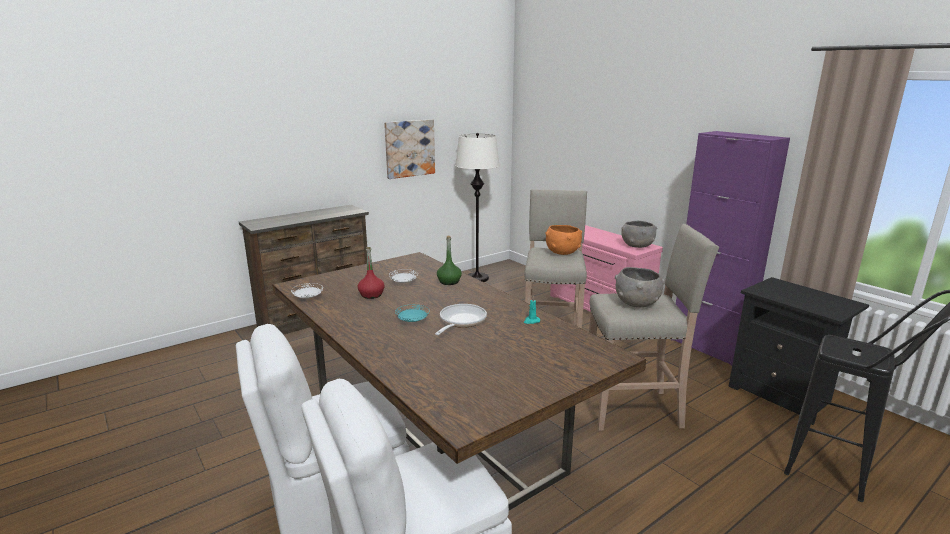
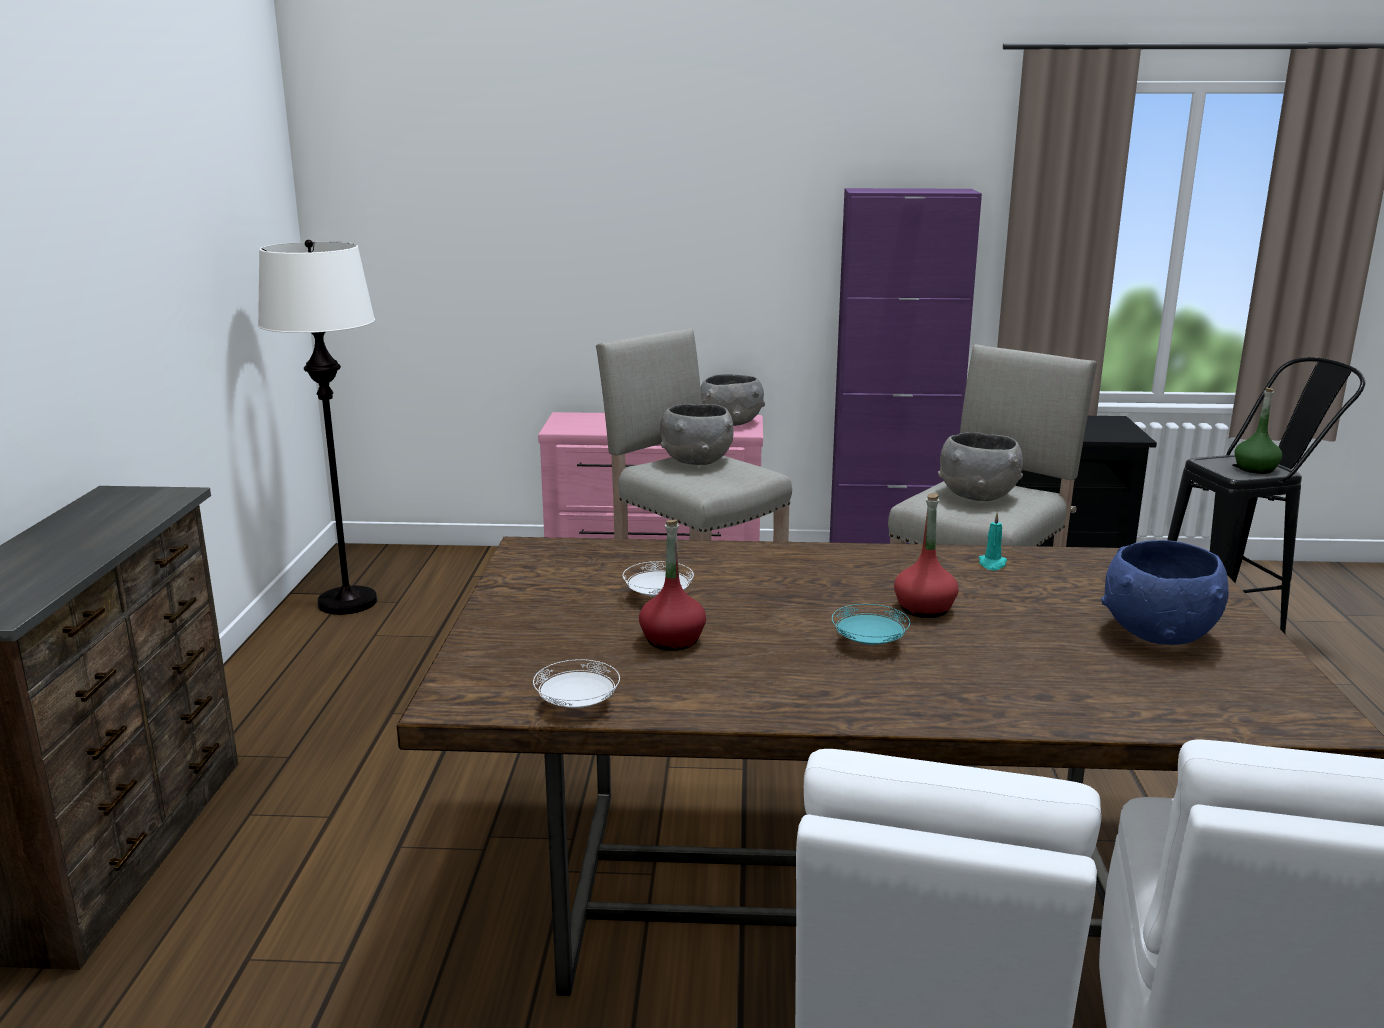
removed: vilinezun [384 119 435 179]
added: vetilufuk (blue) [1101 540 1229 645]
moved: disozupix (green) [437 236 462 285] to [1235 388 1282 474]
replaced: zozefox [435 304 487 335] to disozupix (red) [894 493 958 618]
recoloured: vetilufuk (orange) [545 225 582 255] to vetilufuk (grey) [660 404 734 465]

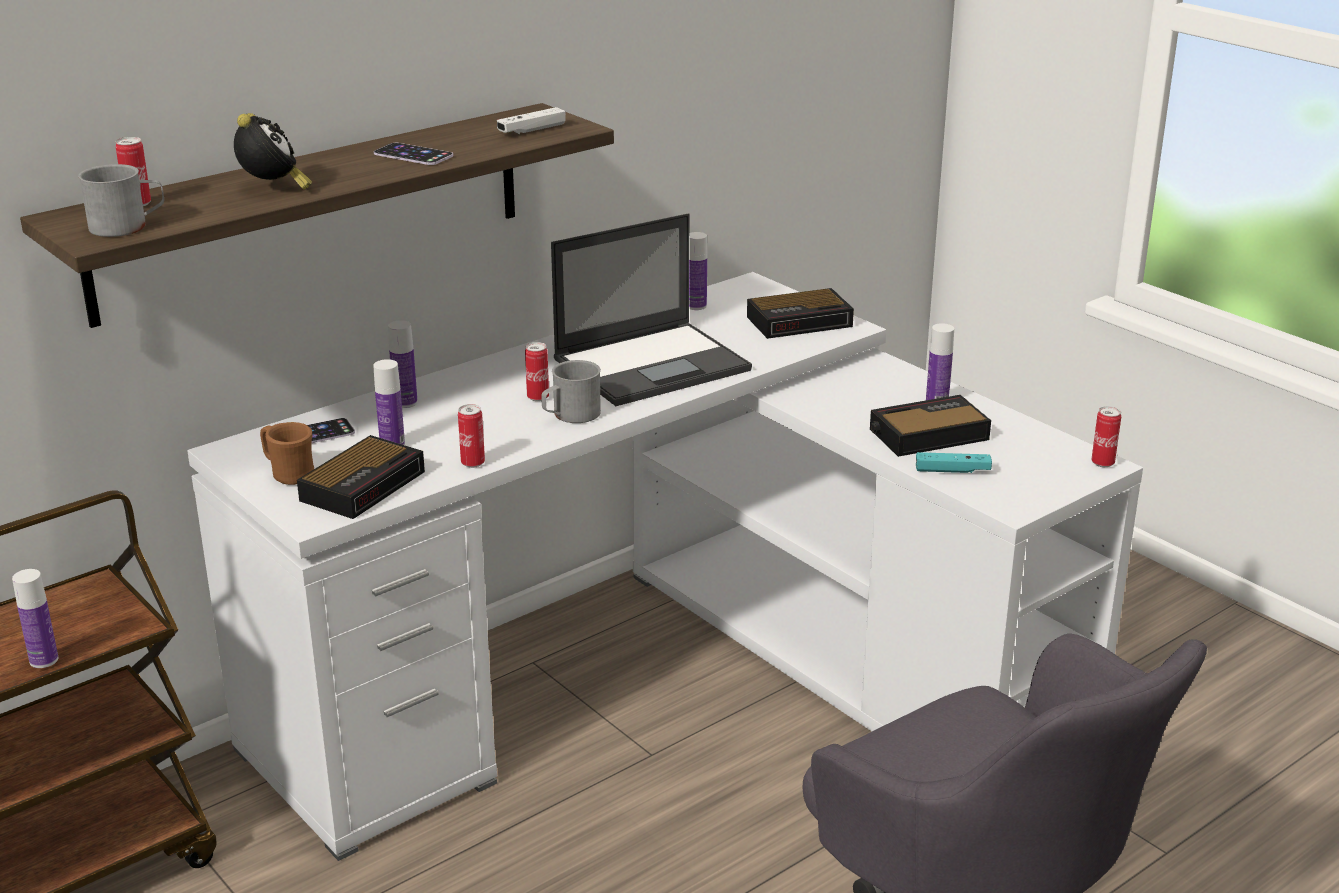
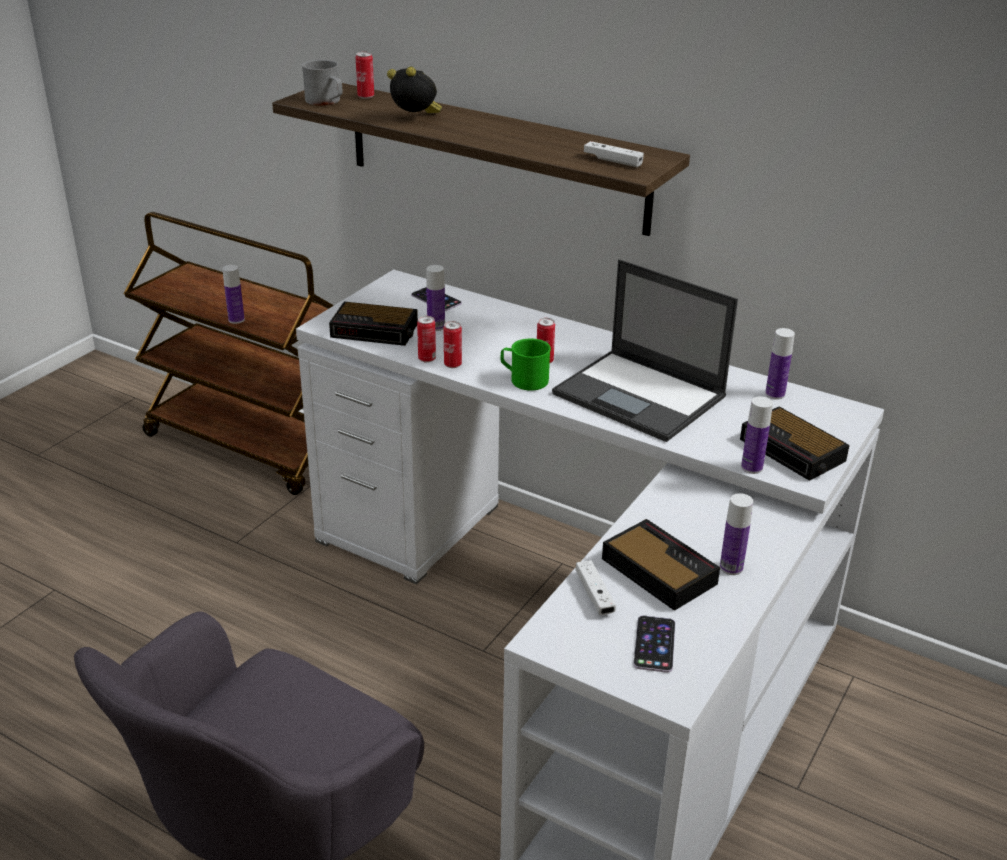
removed: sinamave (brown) [260 422 314 485]
moved: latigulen [374 143 453 165] to [633 615 675 673]; disozupix [388 320 418 408] to [741 396 773 474]; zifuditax [1091 406 1121 467] to [444 321 462 368]
recoloured: sinamave (grey) [541 360 601 423] to sinamave (green) [501 339 551 391]; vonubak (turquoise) [916 452 992 473] to vonubak (white) [576 560 616 615]
turned: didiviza [234 113 312 190] = [387 67 442 113] 120 degrees counterclockwise

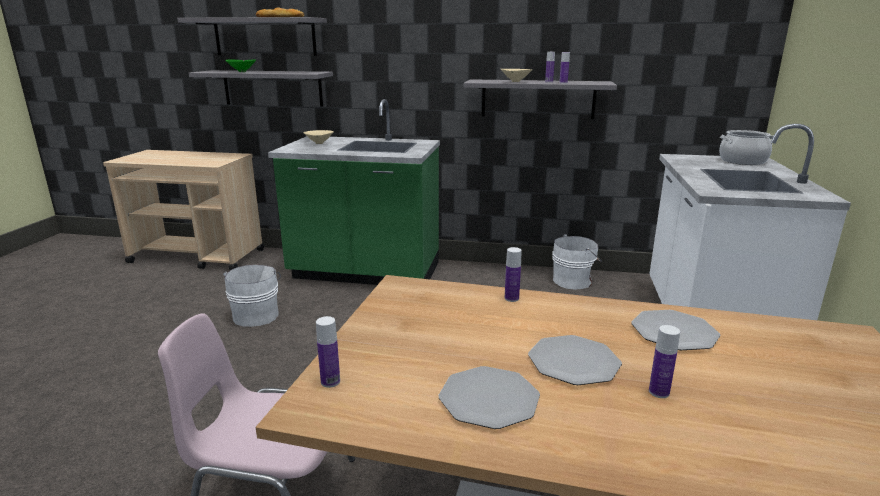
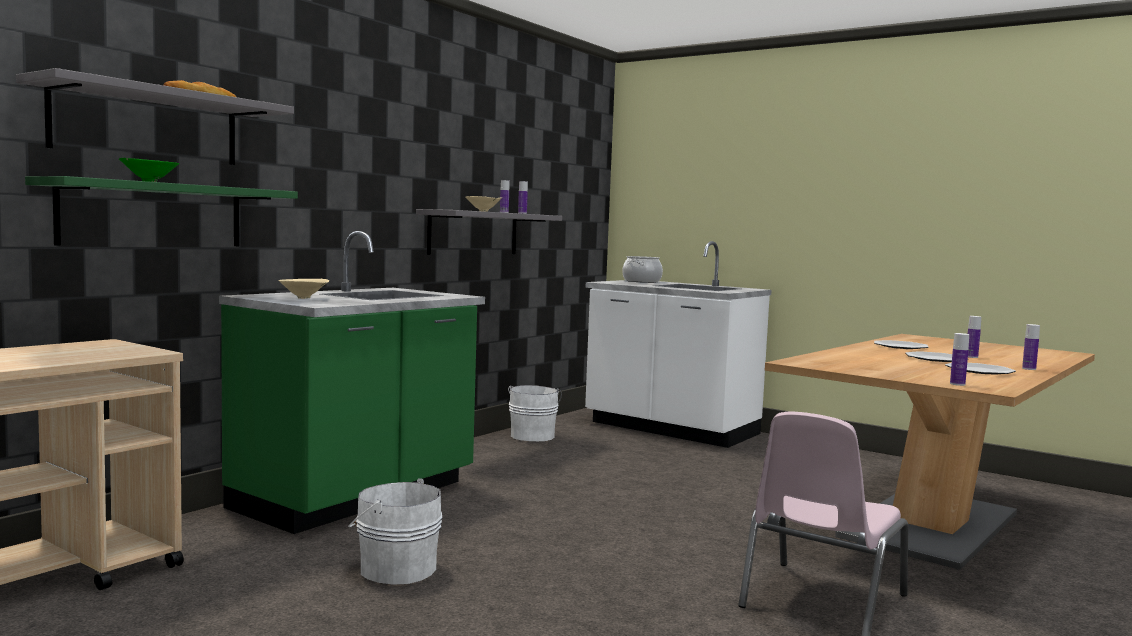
moved: disozupix [505 247 522 302] to [1022 324 1040 370]
recoloured: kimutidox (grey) [189 70 333 107] to kimutidox (green) [25 176 298 246]

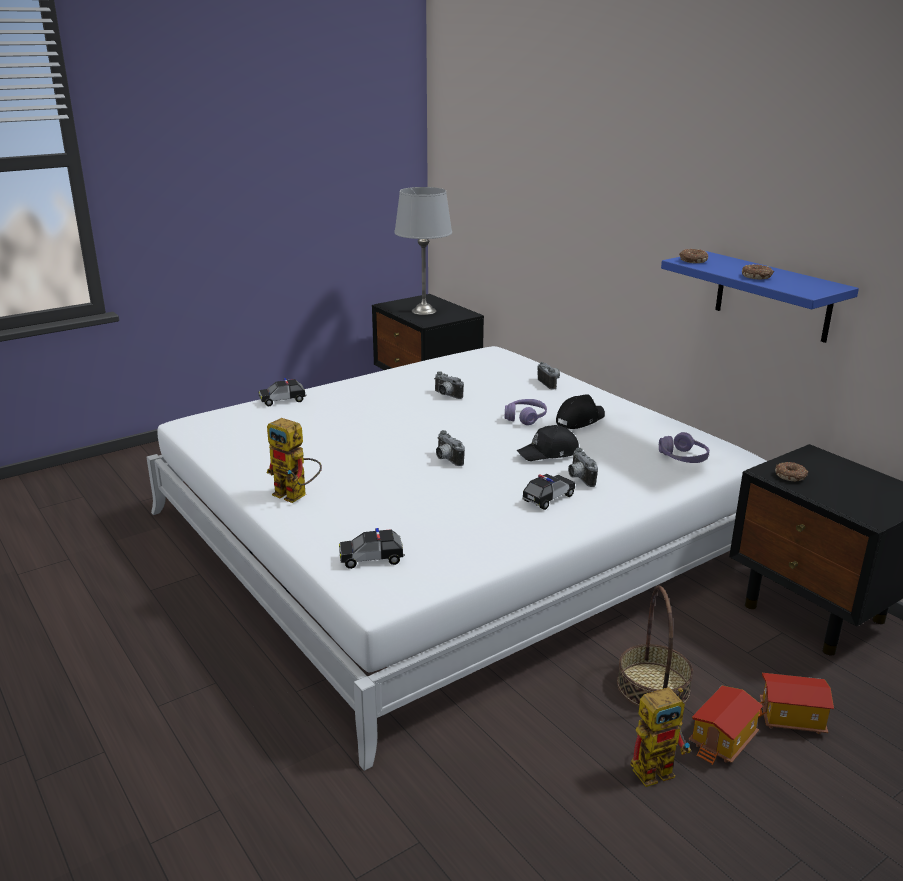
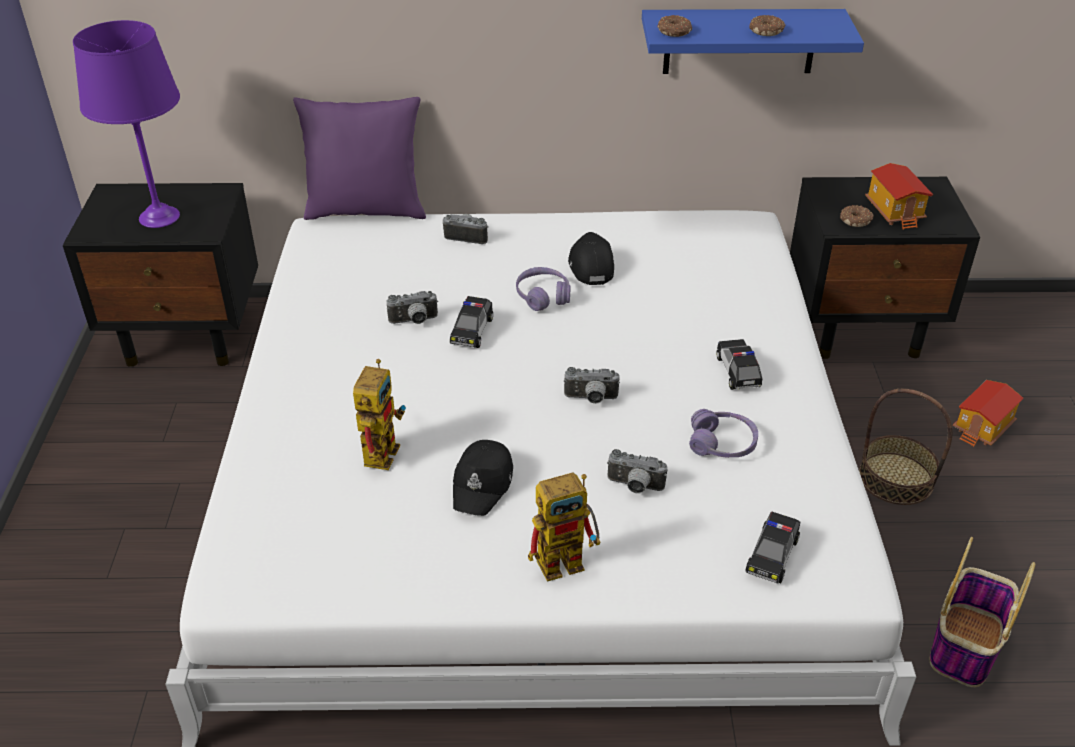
added: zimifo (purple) [293 97 426 220]; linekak [930 537 1036 687]
moved: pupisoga [258 378 307 406] to [450 296 493 348]; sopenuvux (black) [516 425 579 461] to [453 440 513 516]; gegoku [568 448 598 487] to [607 449 668 494]; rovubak [630 687 691 787] to [353 359 406 470]; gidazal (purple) [659 432 709 463] to [689 409 758 458]; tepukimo [689 686 763 765] to [865 163 933 230]
recoloured: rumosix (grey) [394 187 452 315] to rumosix (purple) [73 20 180 228]

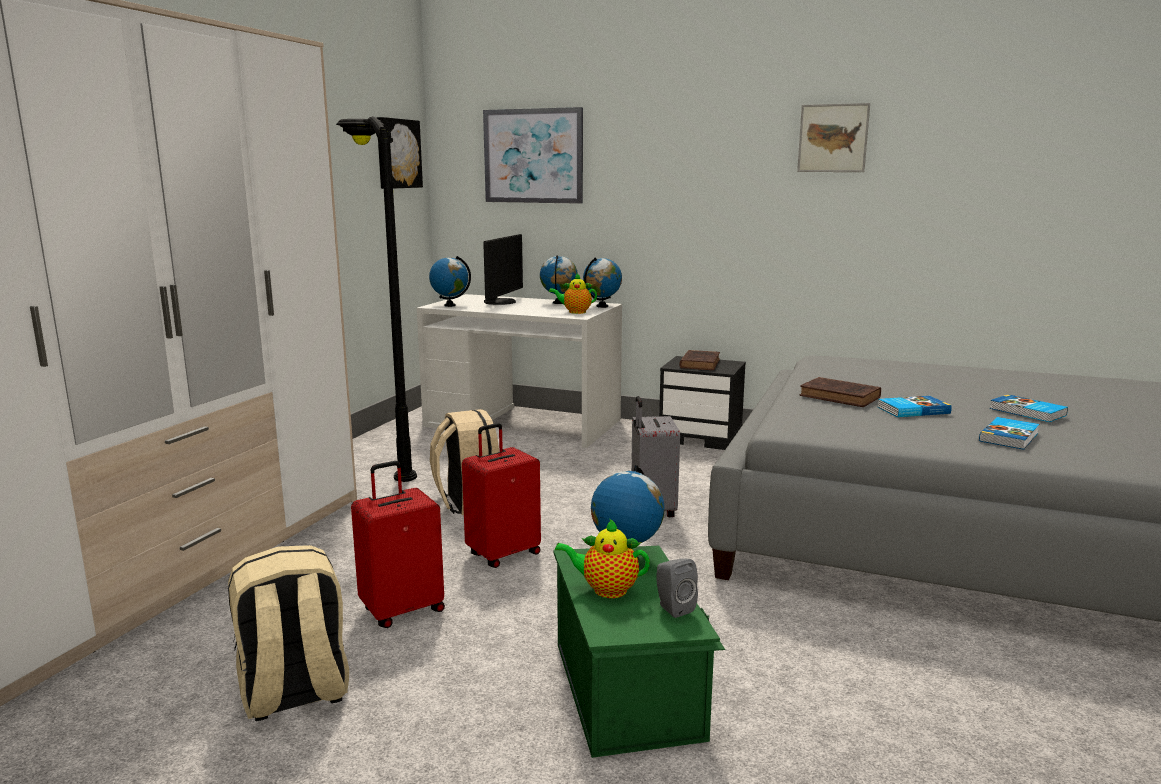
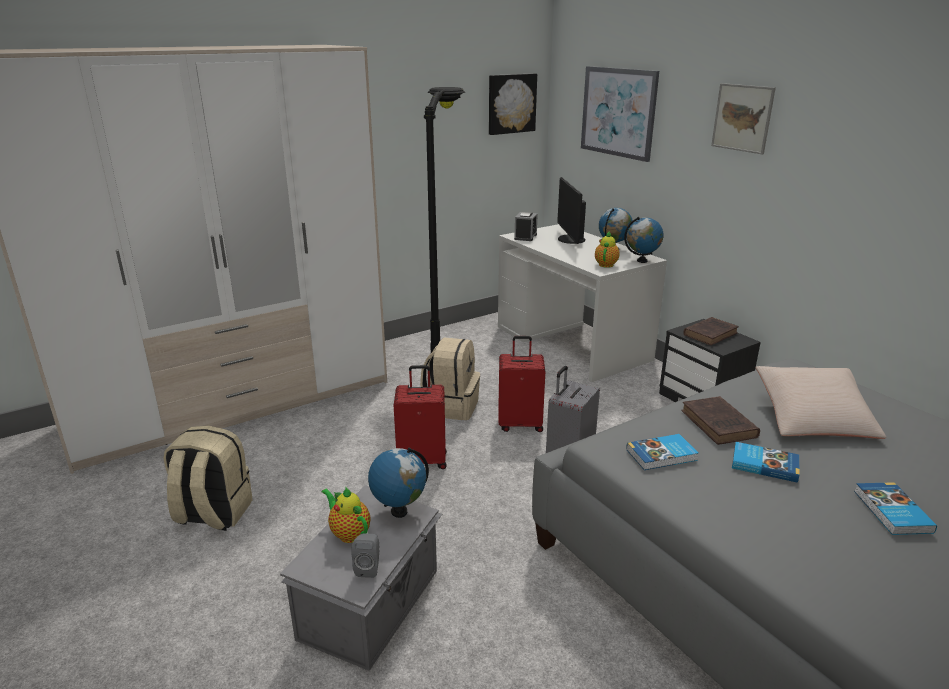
added: zimifo (beige) [755 366 886 439]
moved: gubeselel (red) [351 461 445 628] to [498 336 546 432]; vilinezun [797 103 870 172] to [711 83 776 154]; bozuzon [979 417 1039 450] to [626 434 699 470]
replaced: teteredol [429 256 471 307] to didiviza [514 212 538 241]
recoloured: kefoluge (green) [553 545 725 758] to kefoluge (grey) [280 485 442 671]
turned: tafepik [483 234 523 305] = [557 177 586 244] 120 degrees clockwise; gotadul [549 273 597 314] = [595 231 620 268] 75 degrees clockwise

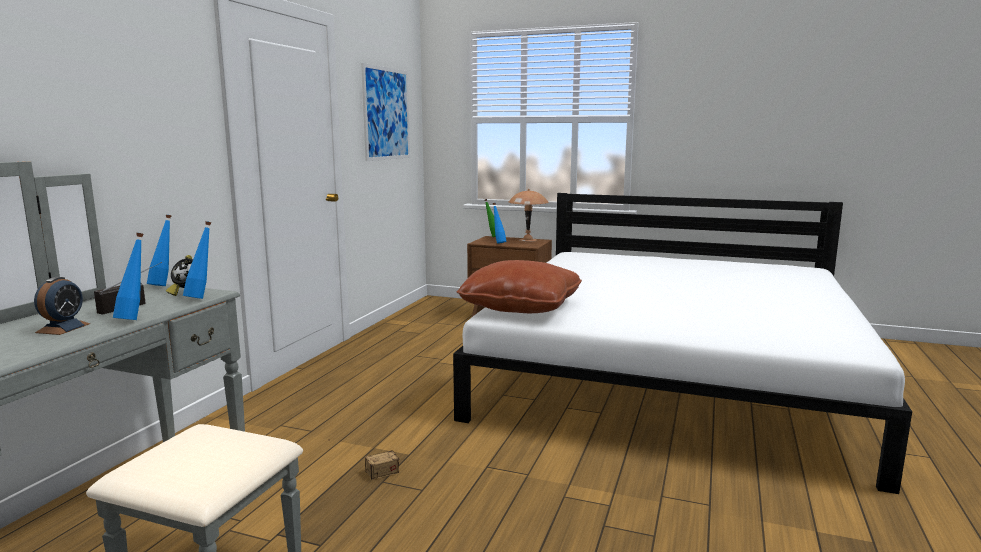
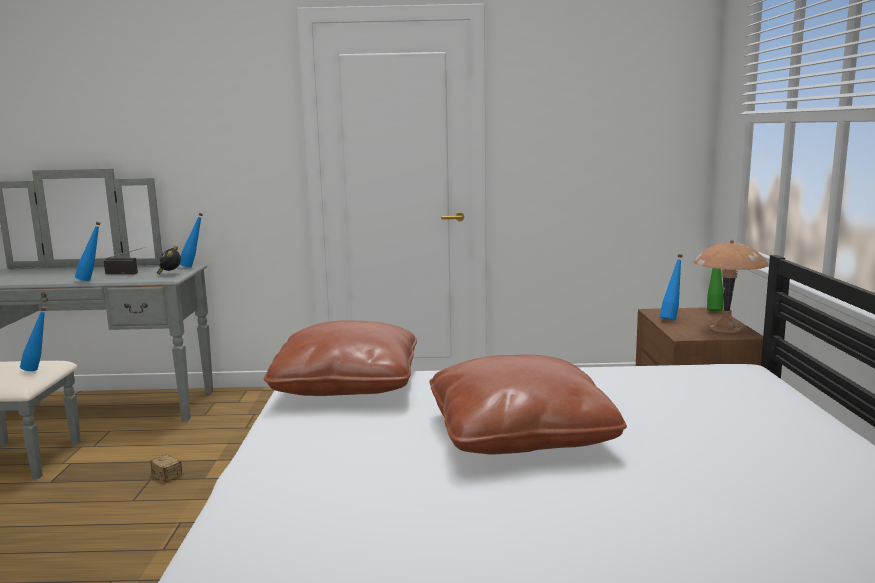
removed: didiviza [34 277 90 335]; vilinezun [361 63 410 161]
added: zimifo (brown) [429 355 627 455]
moved: disozupix (blue) [183 221 211 299] to [20 306 46 371]

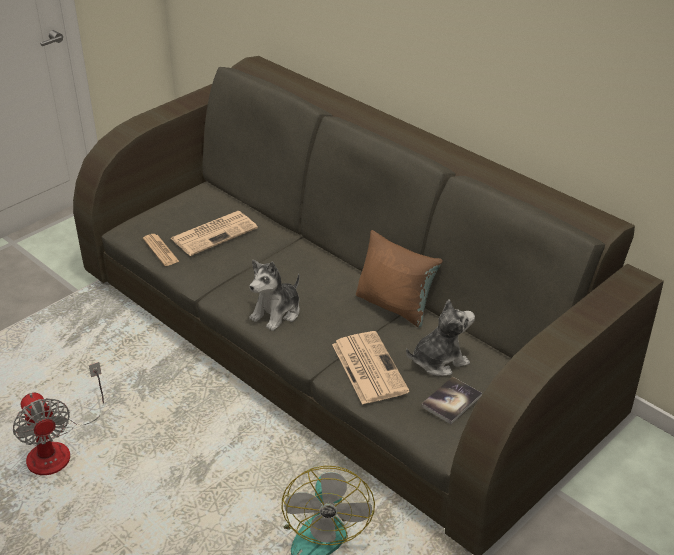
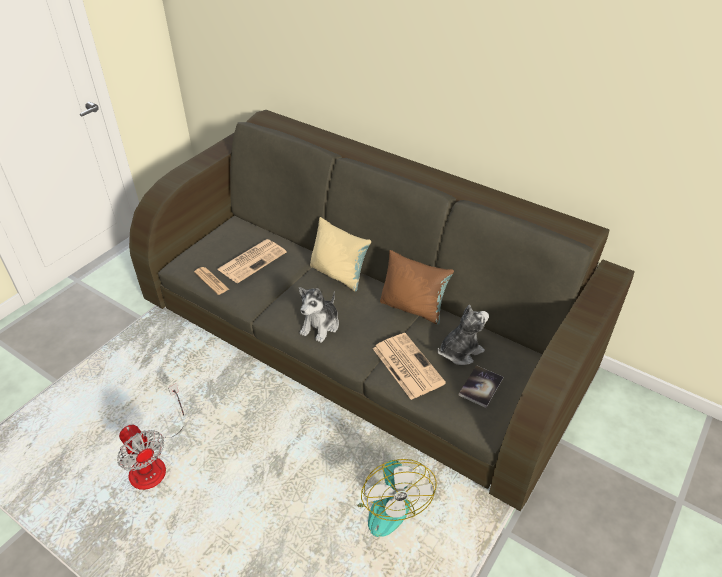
added: zimifo (beige) [310 217 371 292]

